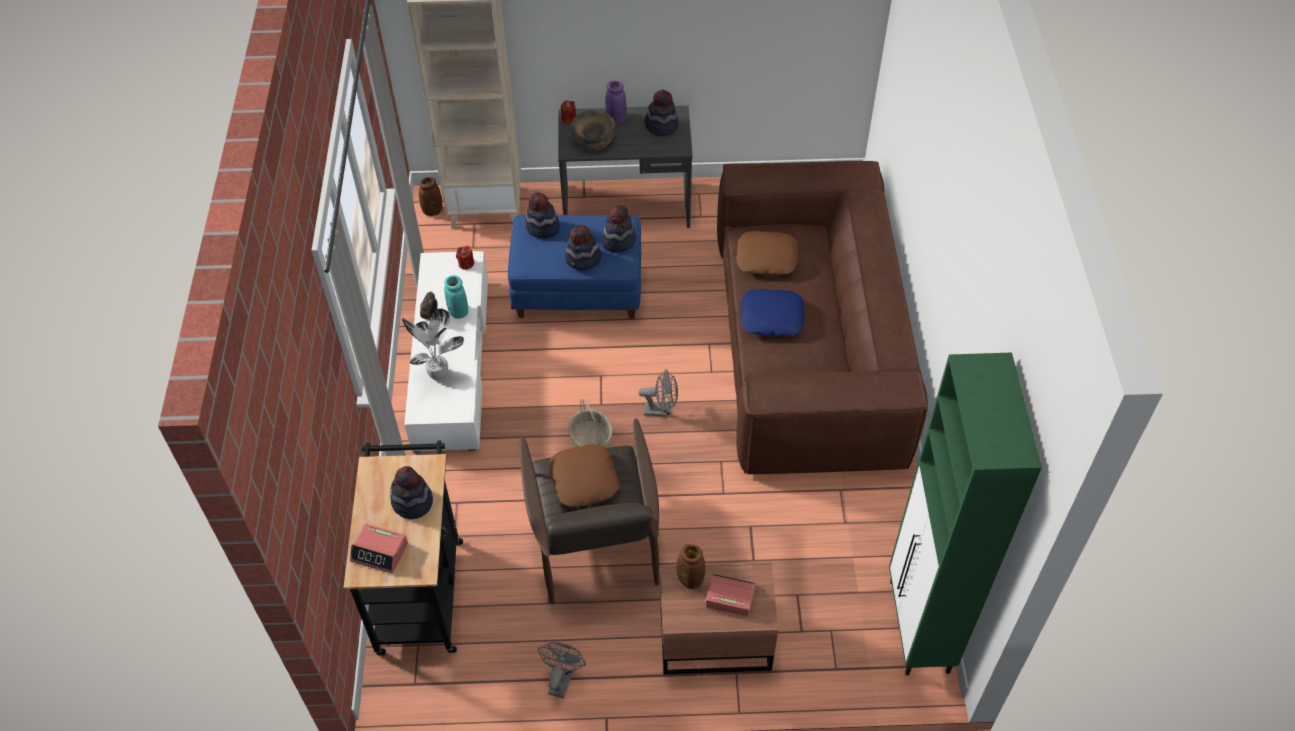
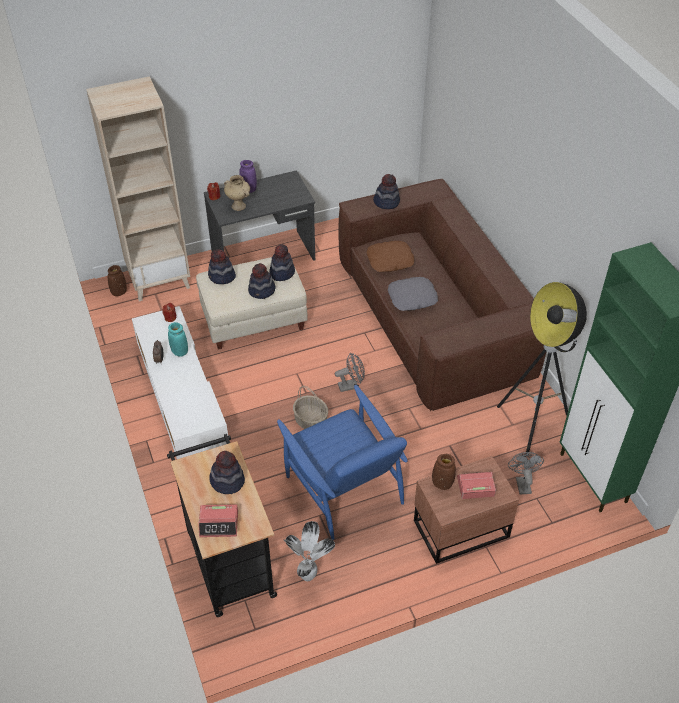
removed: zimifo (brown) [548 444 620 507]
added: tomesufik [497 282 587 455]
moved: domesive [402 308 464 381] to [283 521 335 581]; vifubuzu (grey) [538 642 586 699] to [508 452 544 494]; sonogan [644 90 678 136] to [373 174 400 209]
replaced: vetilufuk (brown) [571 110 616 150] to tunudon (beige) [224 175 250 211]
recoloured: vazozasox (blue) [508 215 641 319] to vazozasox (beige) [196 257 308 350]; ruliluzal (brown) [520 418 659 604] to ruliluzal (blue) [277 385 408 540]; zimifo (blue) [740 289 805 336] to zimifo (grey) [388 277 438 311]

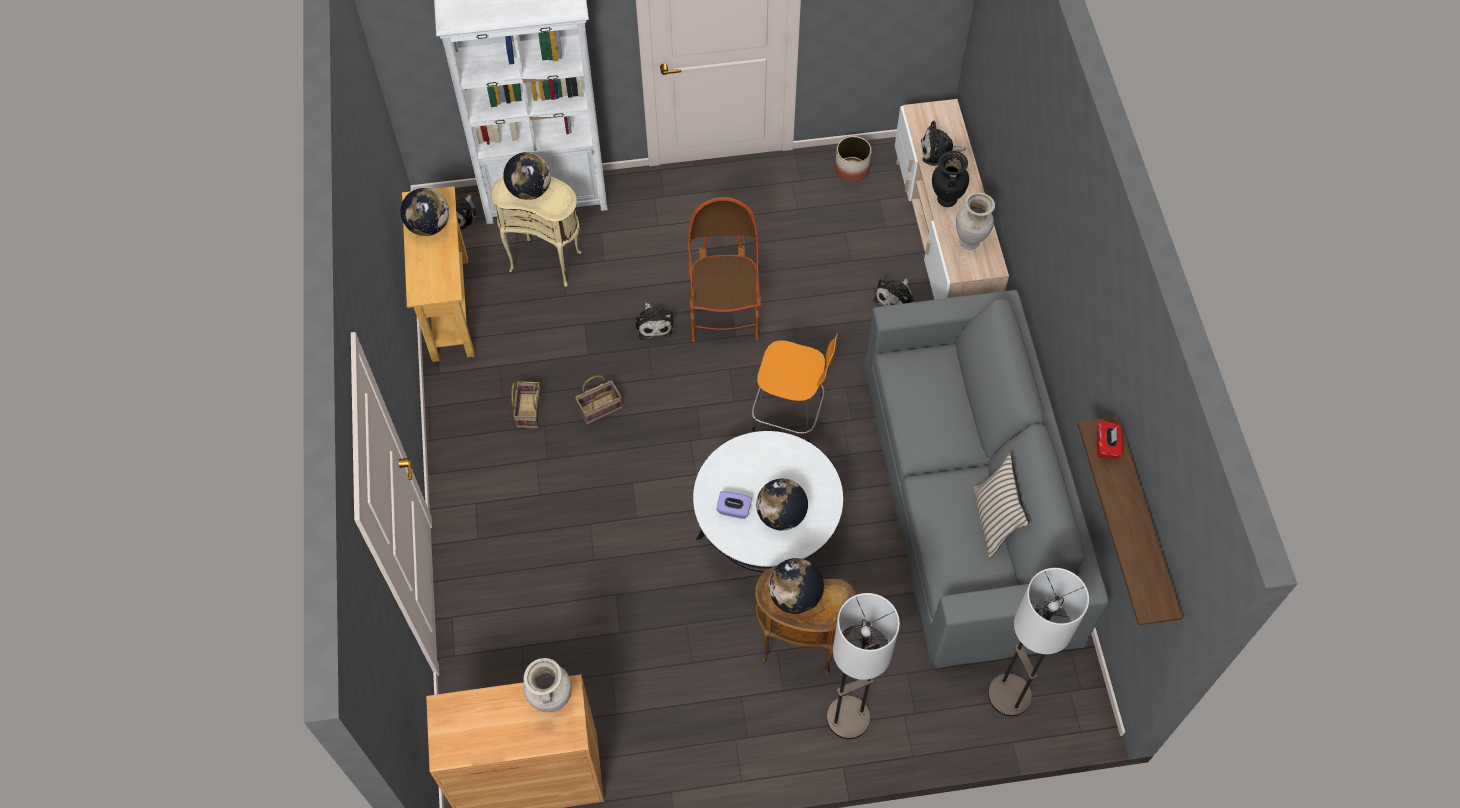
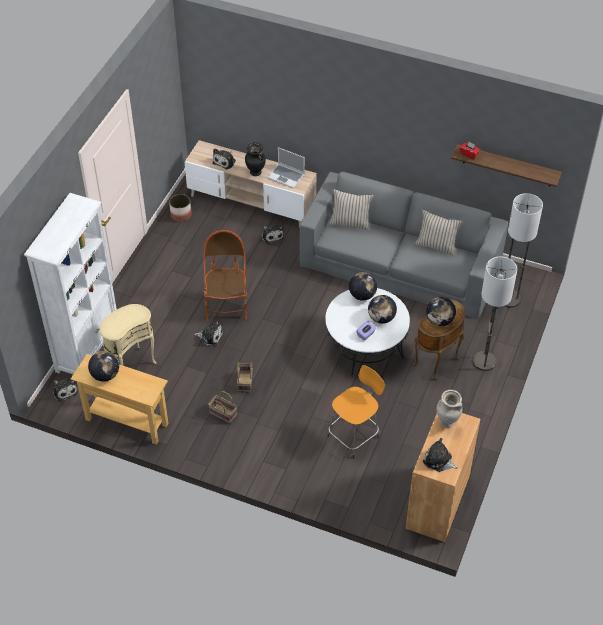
added: zimifo (beige) [329 189 374 231]; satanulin [423 438 458 472]
moved: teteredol [503 152 551 200] to [349 272 377 301]; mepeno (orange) [752 333 838 442] to [328 365 385 458]
replaced: tunudon (beige) [956 192 995 250] to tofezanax [267 147 305 188]
turned: ruliluzal [688 197 761 342] = [203 230 247 321] 60 degrees clockwise

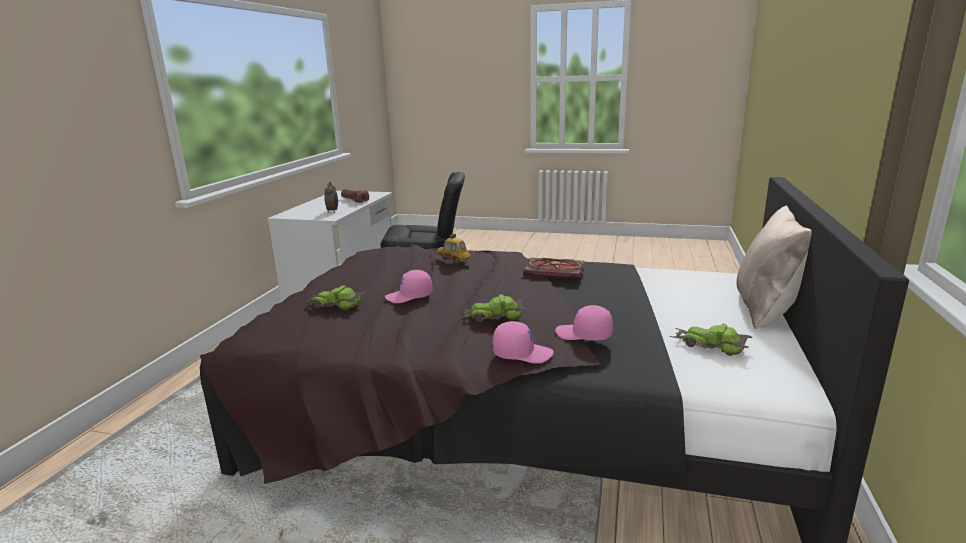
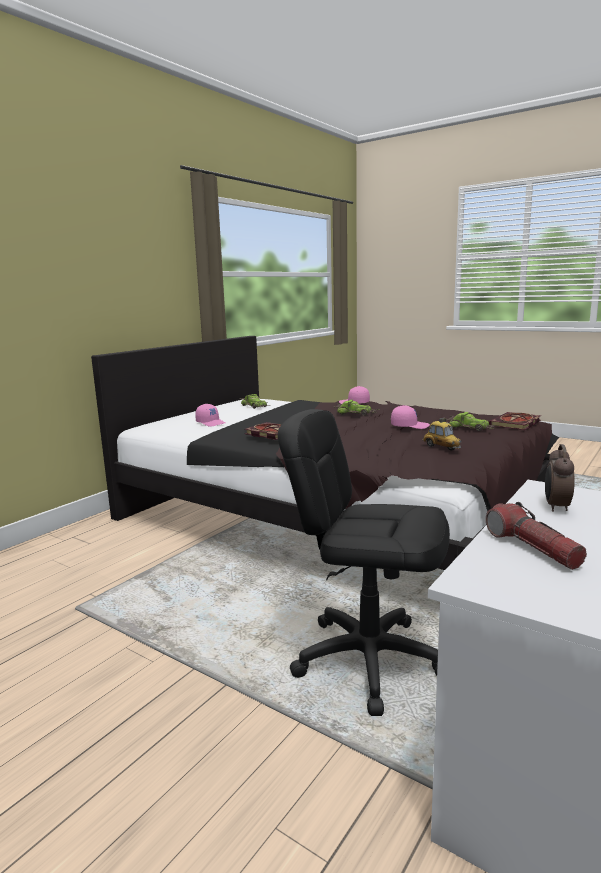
removed: zimifo (beige) [736 205 812 329]
added: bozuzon [489 412 541 430]
moved: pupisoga [436 234 472 264] to [422 418 462 451]; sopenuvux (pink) [555 305 613 341] to [195 404 225 427]

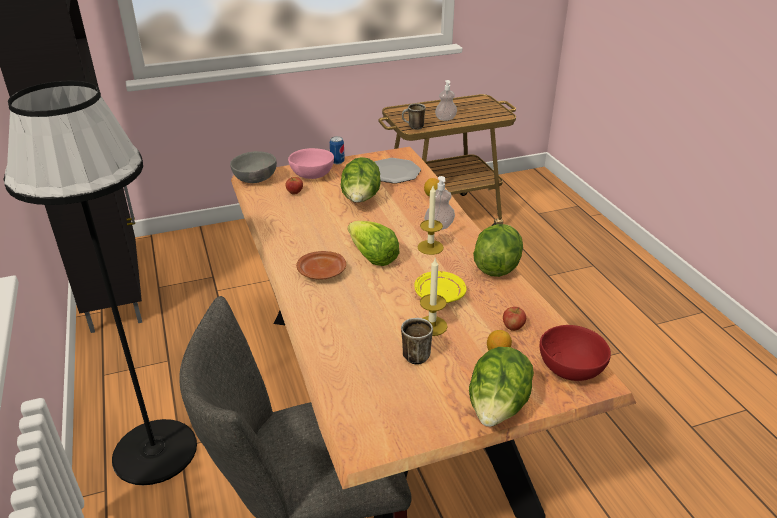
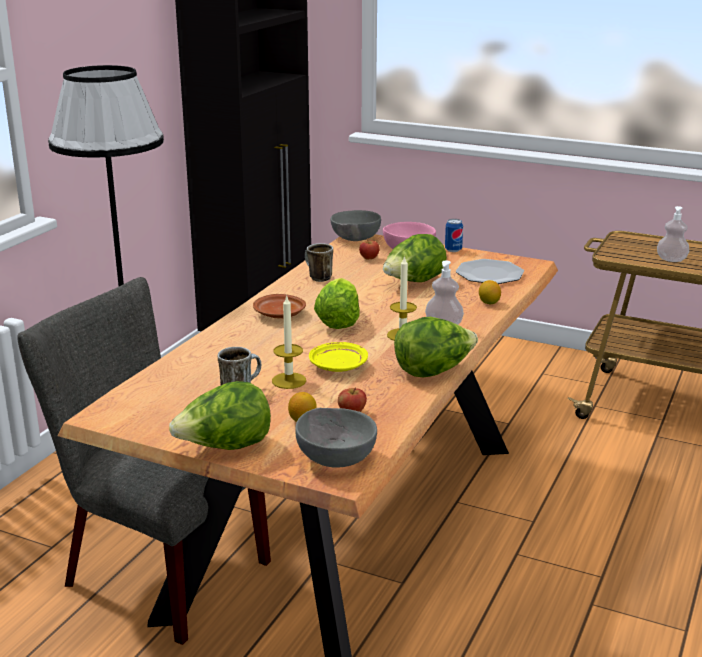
moved: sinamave [402 103 426 130] to [305 243 333 282]
recoloured: vetilufuk (red) [540 325 611 381] to vetilufuk (grey) [295 408 377 468]

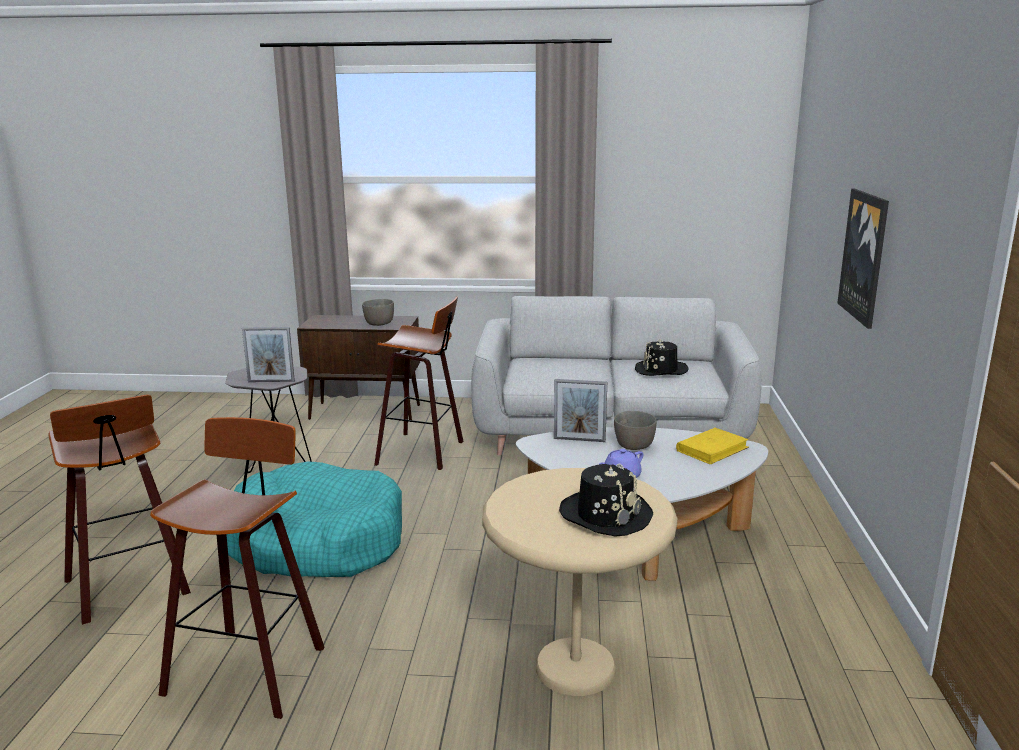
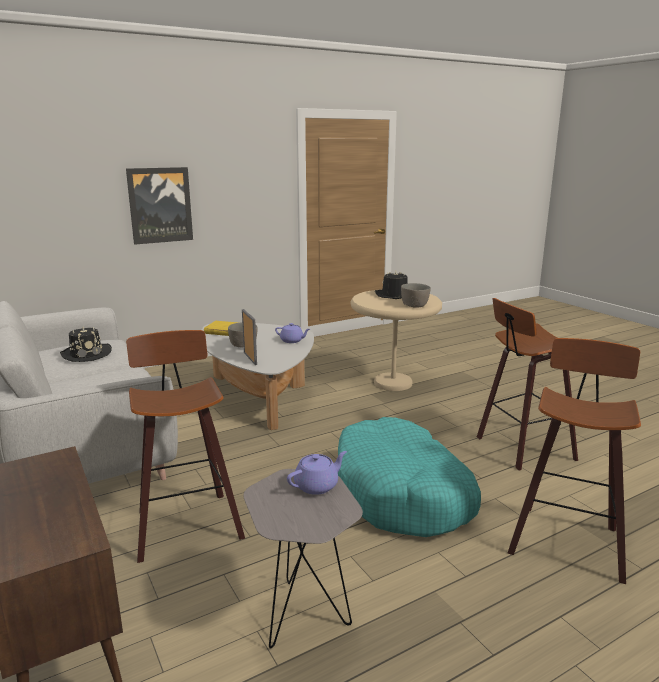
moved: vetilufuk (grey) [362 299 394 326] to [401 283 431 308]
replaced: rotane [242 327 295 382] to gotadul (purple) [287 451 347 495]

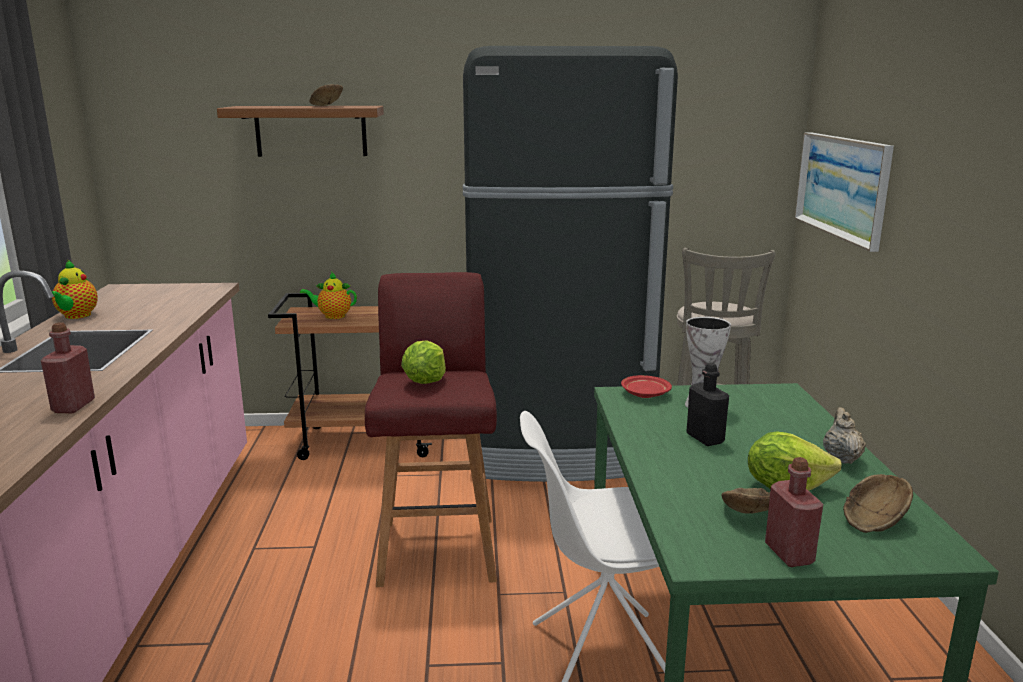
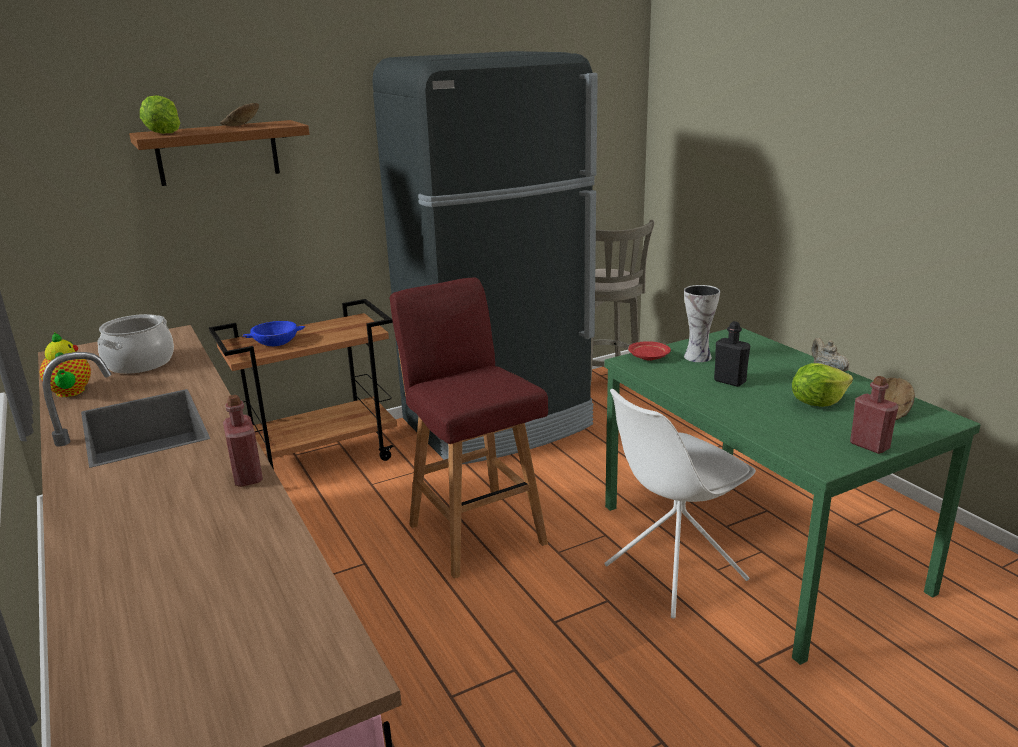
removed: vetilufuk (brown) [721 488 770 514]; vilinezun [795 132 894 252]
added: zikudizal [97 314 174 374]
moved: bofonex [401 340 446 384] to [140 95 180 134]
replaced: gotadul [300 272 357 319] to vetilufuk (blue) [242 321 305 346]

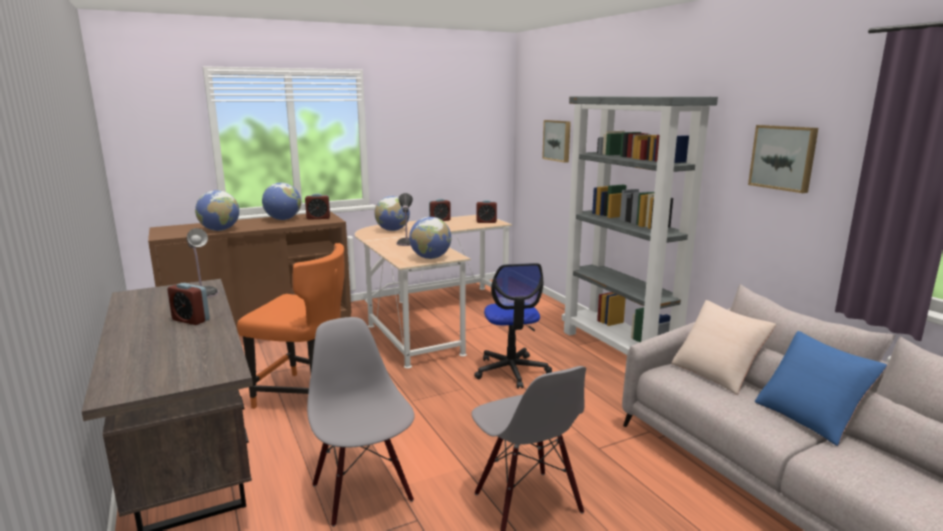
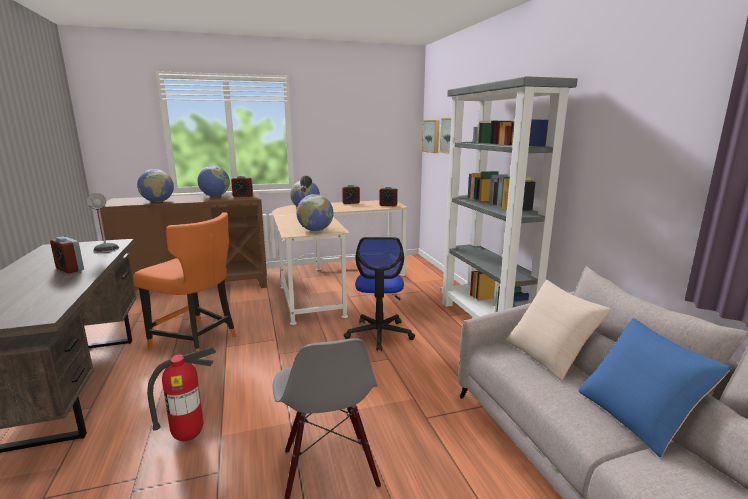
moved: vilinezun [748 125 818 193] to [422 120 440 153]
replaced: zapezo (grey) [307 317 415 527] to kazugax [147 347 216 441]

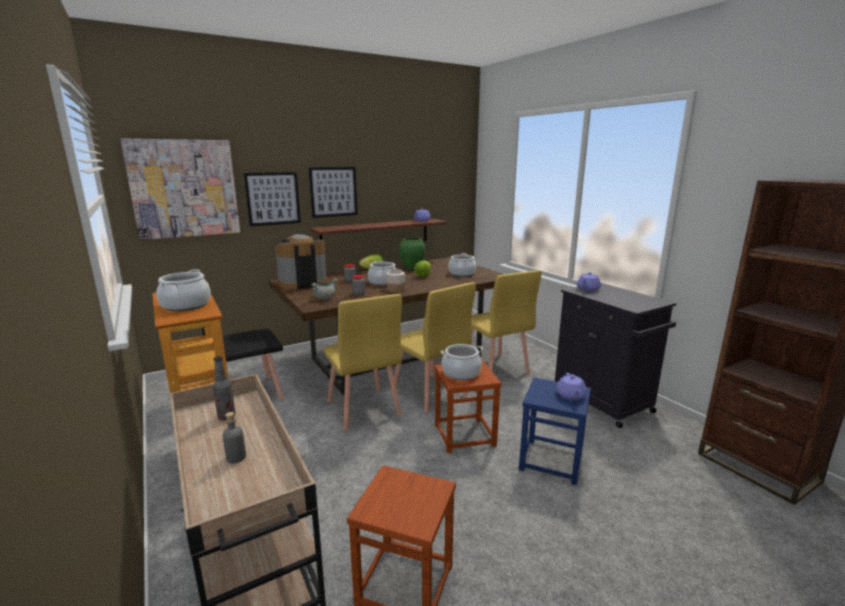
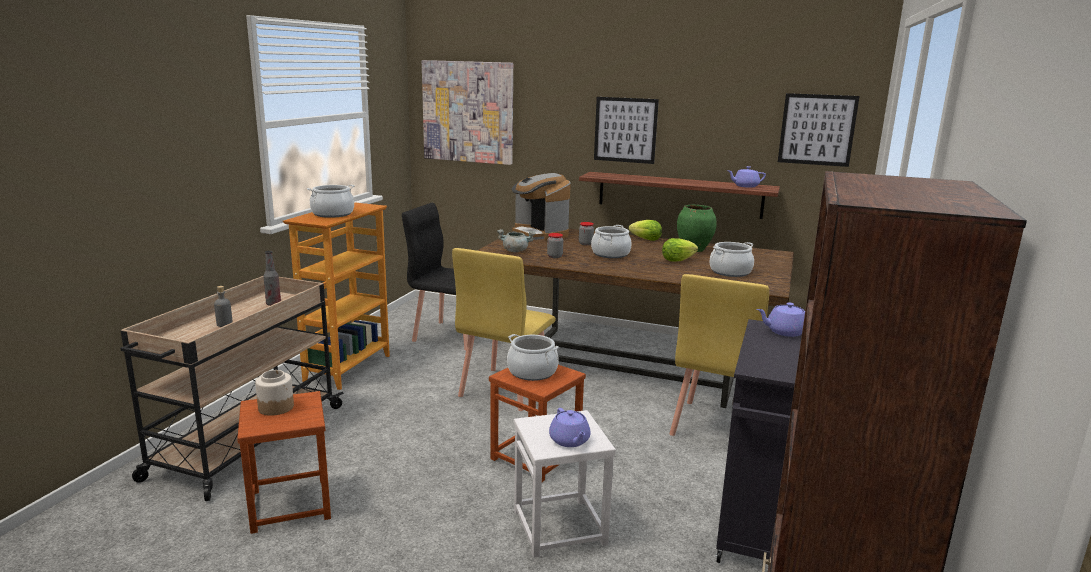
removed: zapezo (yellow) [394 282 476 413]
moved: vilinezun [244 172 301 227] to [778 93 860 167]; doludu [386 269 405 292] to [255 370 294 416]
recoloured: mepeno (blue) [519 377 591 485] to mepeno (white) [514 410 616 558]
turned: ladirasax [275 234 327 290] = [512 173 571 241] 150 degrees counterclockwise; gotadul (purple) [556 373 587 400] = [549 408 590 447] 75 degrees counterclockwise

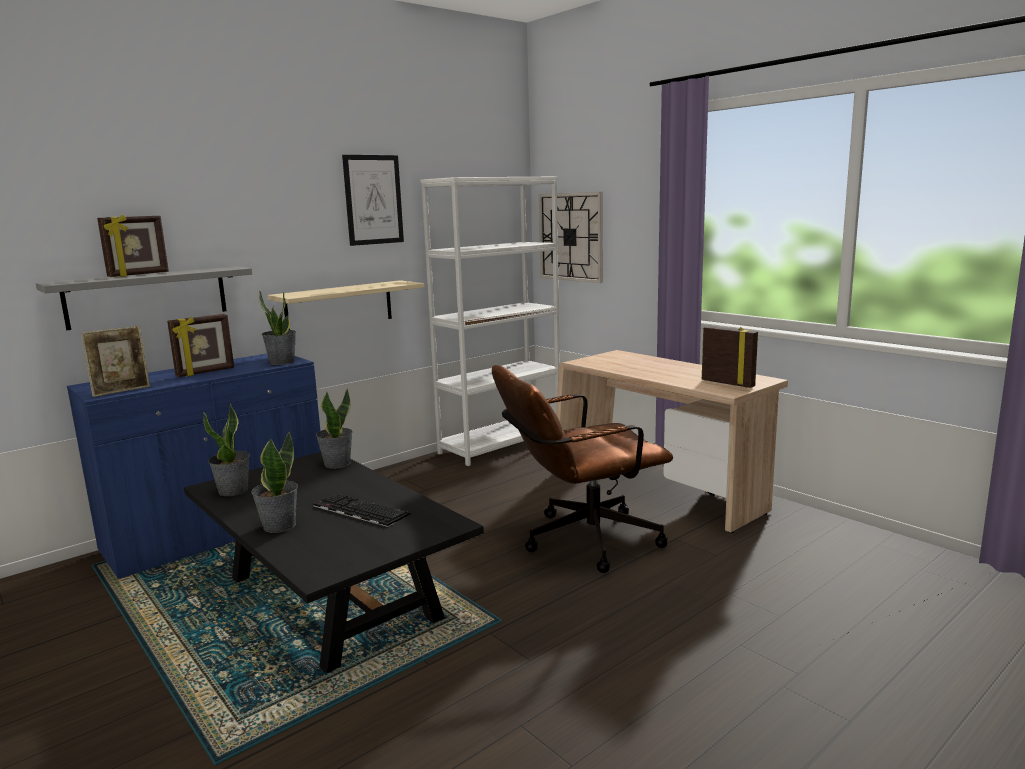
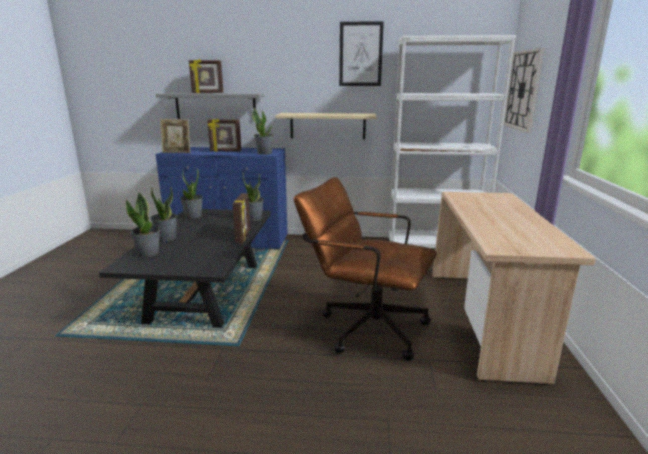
removed: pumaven [313 493 410 527]
added: domesive [126 192 160 257]
moved: rotane [702 326 758 388] to [233 193 250 243]

